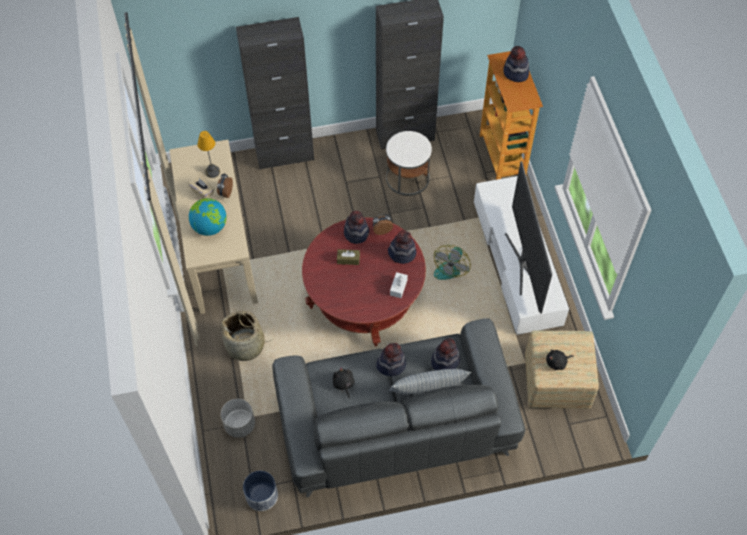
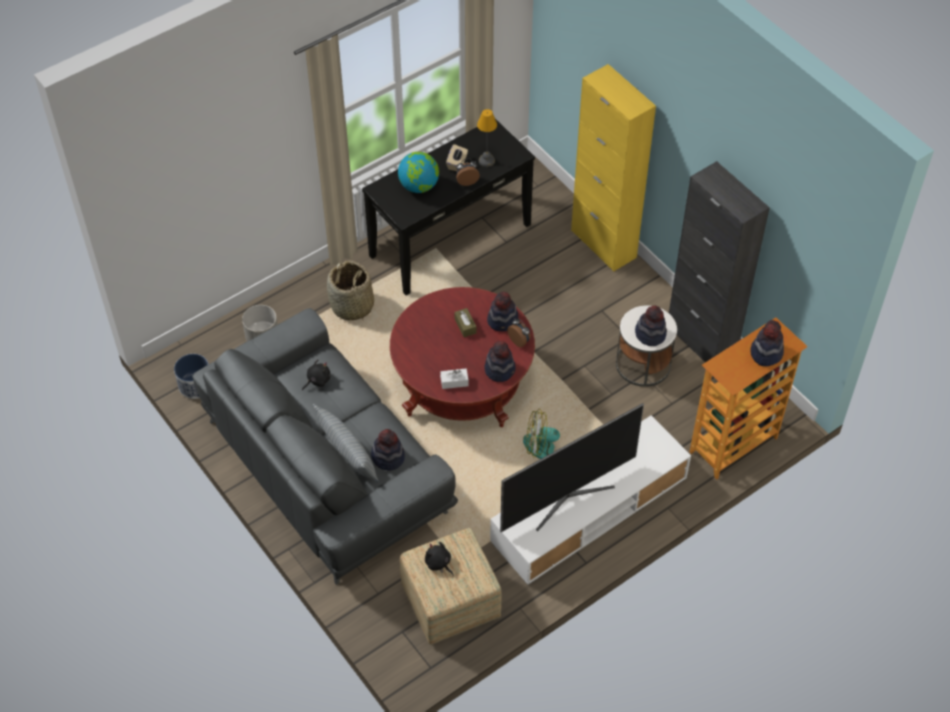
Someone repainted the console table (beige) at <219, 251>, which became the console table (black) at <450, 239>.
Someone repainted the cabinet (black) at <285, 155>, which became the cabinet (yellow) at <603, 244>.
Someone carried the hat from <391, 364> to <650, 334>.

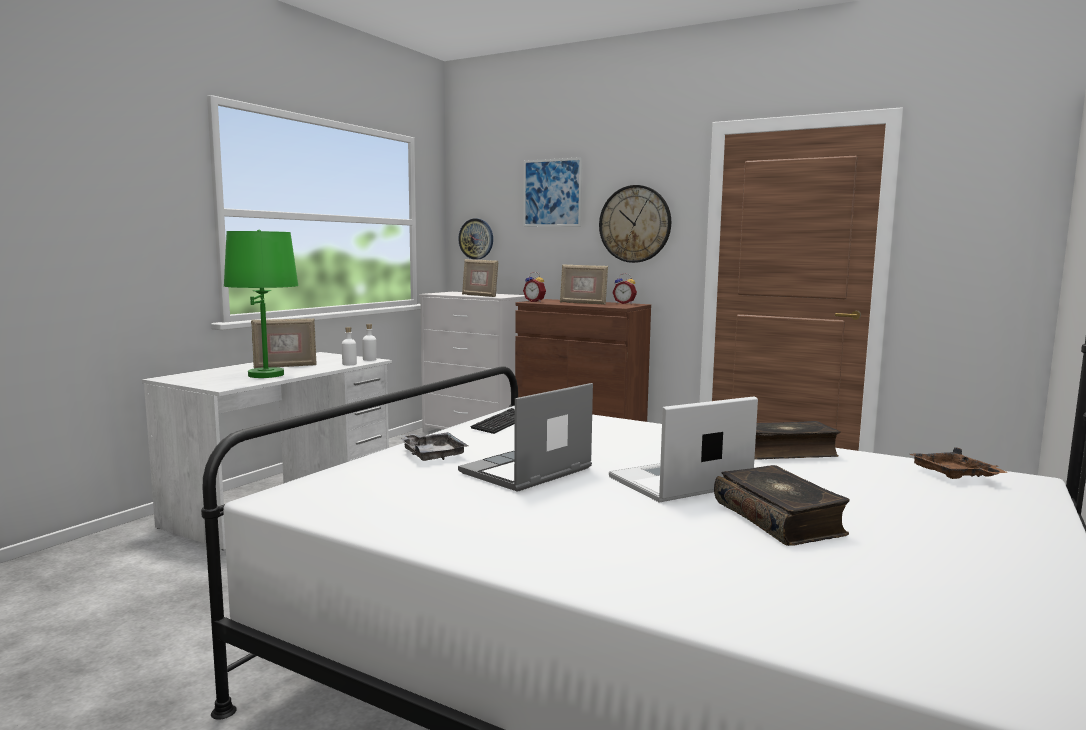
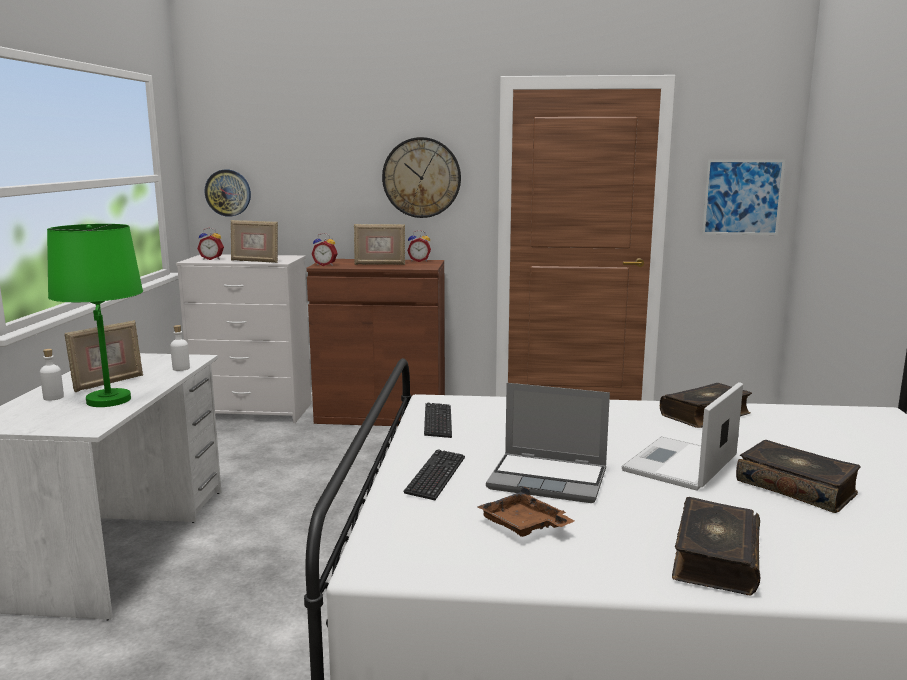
Someone carried the bottle (white) from <369, 359> to <53, 397>.
Someone swapped the tray (grey) at <432, 454> for the keyboard at <435, 476>.
Someone rotated the laptop at <526, 472> by 90 degrees counterclockwise.
Someone carried the picture from <552, 193> to <742, 197>.
Someone carried the tray (brown) from <954, 475> to <524, 525>.
Someone put down the alarm clock at <212, 259>.
Someone put down the book at <714, 559>.

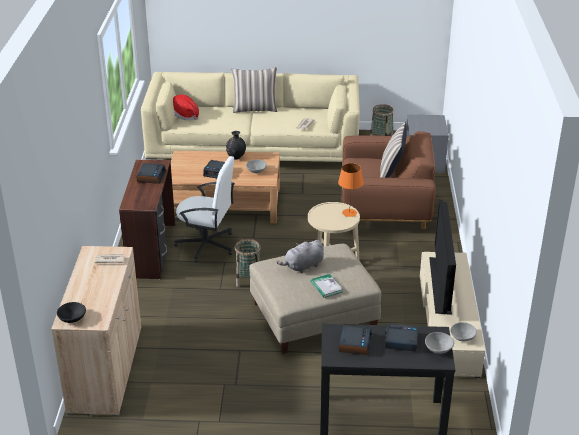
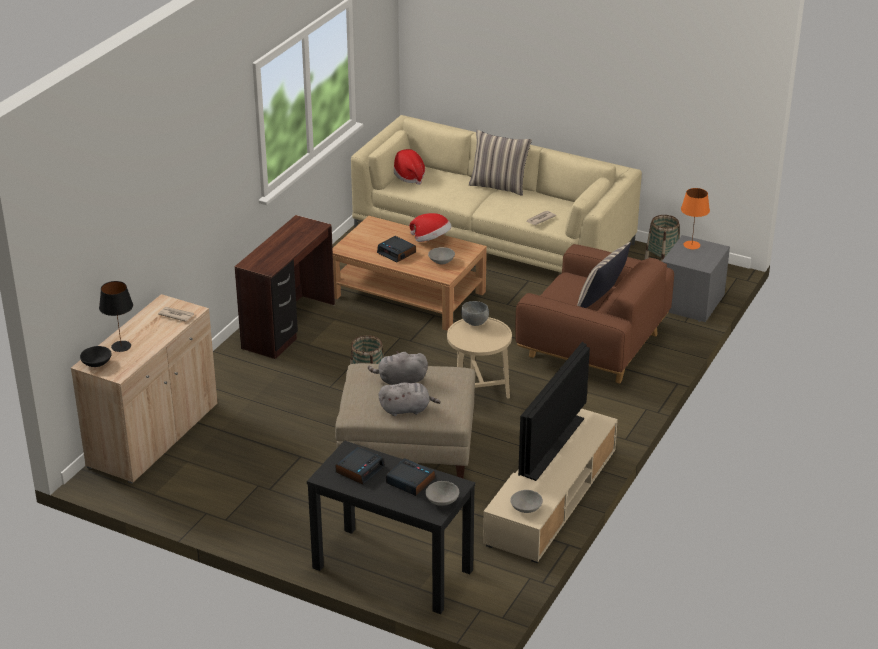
Someone took away the alarm clock at <151, 176>.
Someone took away the office chair (white) at <207, 245>.
Someone swapped the vase (black) at <236, 157> for the hat at <431, 240>.
Someone swapped the book at <326, 287> for the plush toy (grey) at <407, 409>.
Someone carried the table lamp (orange) from <349, 213> to <692, 245>.
Someone put down the table lamp (black) at <121, 346>.
Someone put down the bowl (grey) at <475, 323>.

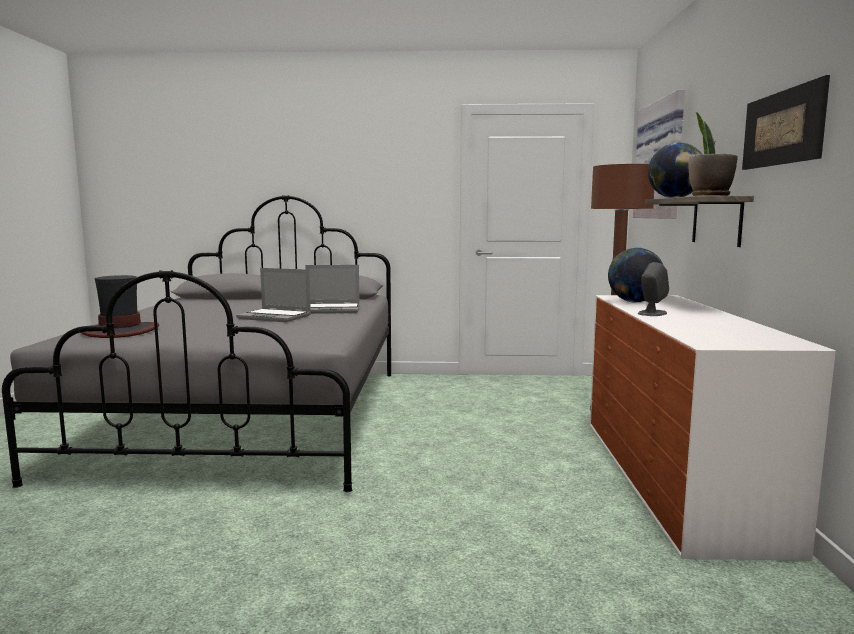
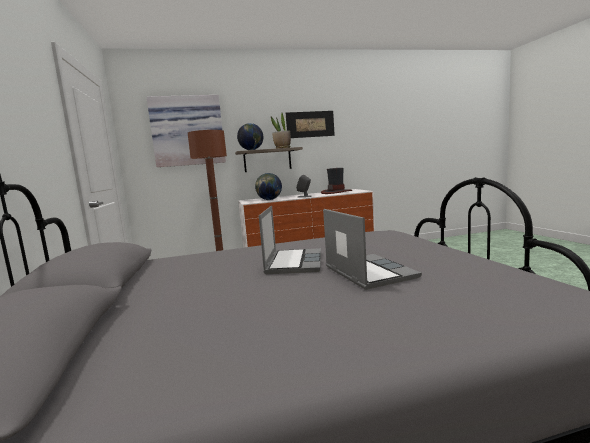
Someone carried the hat from <120, 331> to <336, 192>.
Someone carried the laptop from <332, 310> to <367, 272>.

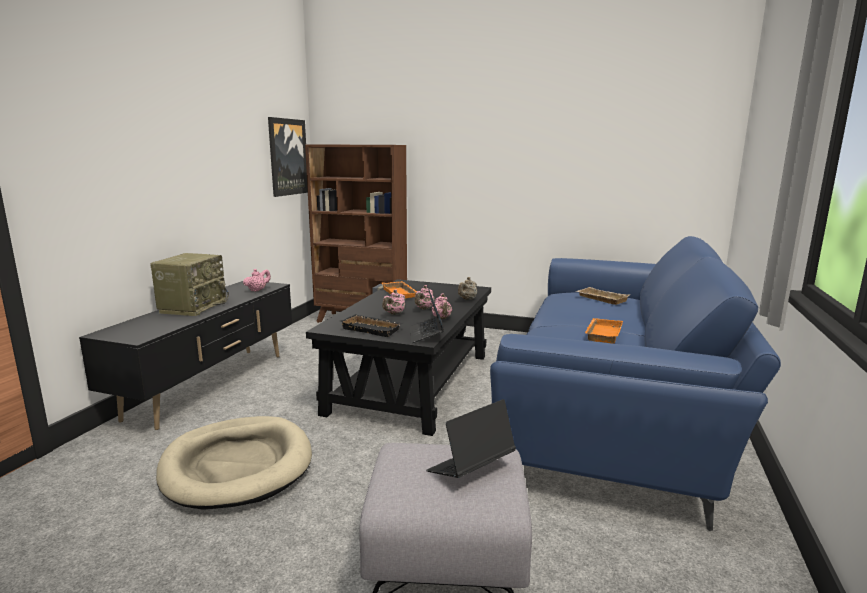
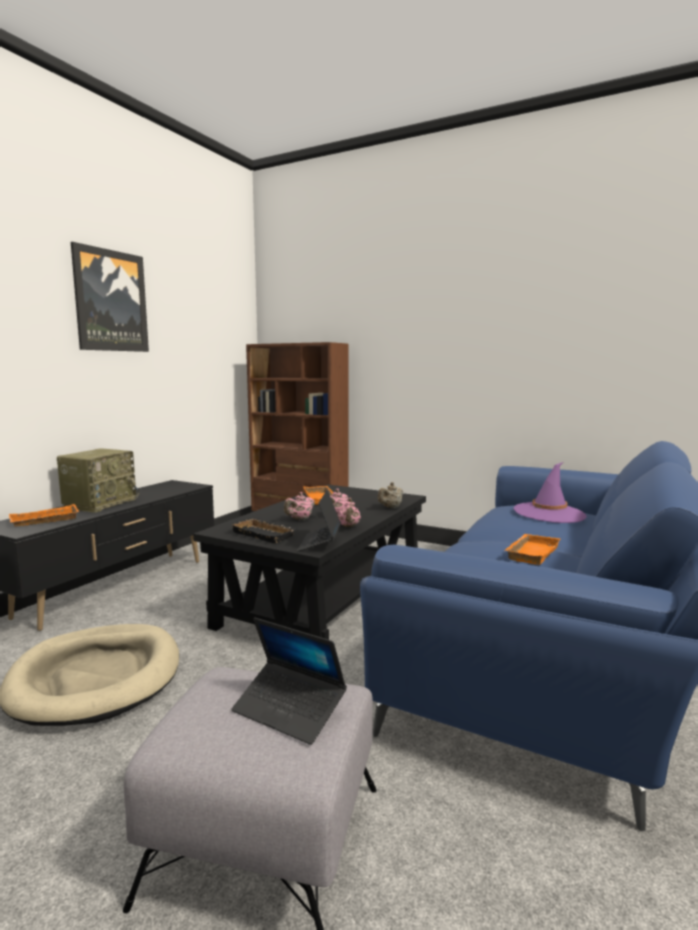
Someone took away the teapot (pink) at <257, 290>.
Someone carried the picture from <287, 157> to <110, 301>.
Someone rotated the laptop at <470, 468> by 120 degrees counterclockwise.
Someone swapped the tray (beige) at <600, 299> for the hat (purple) at <549, 513>.
Someone put down the tray (orange) at <44, 521>.

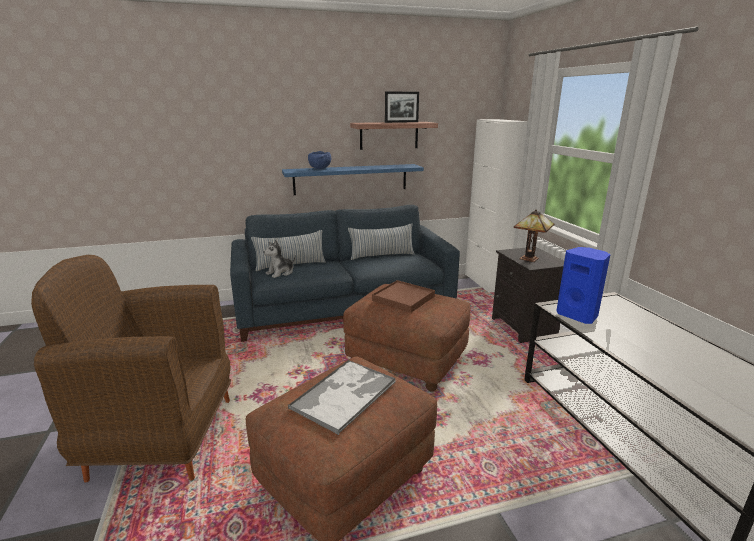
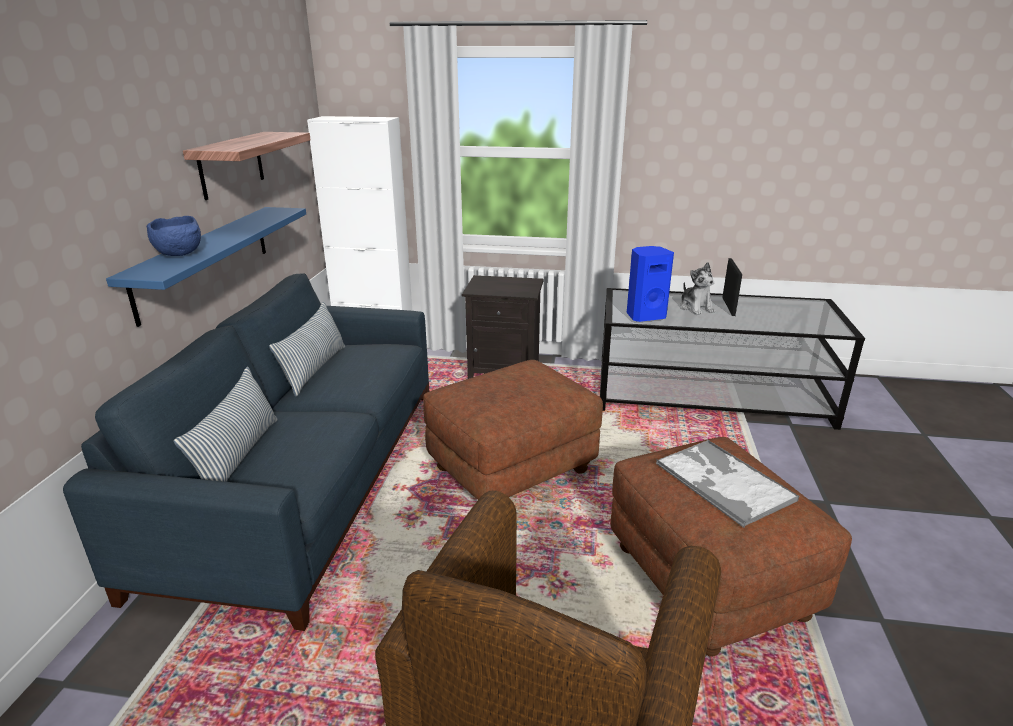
Someone carried the plush toy from <280, 273> to <696, 307>.
Someone took away the tray (brown) at <403, 298>.
Someone carried the picture frame from <401, 122> to <728, 306>.
Someone took away the table lamp at <530, 259>.

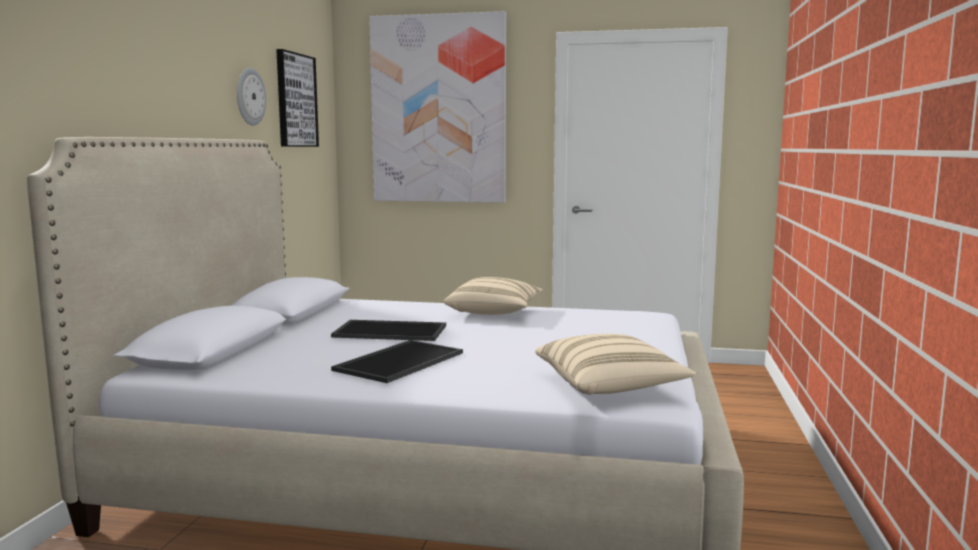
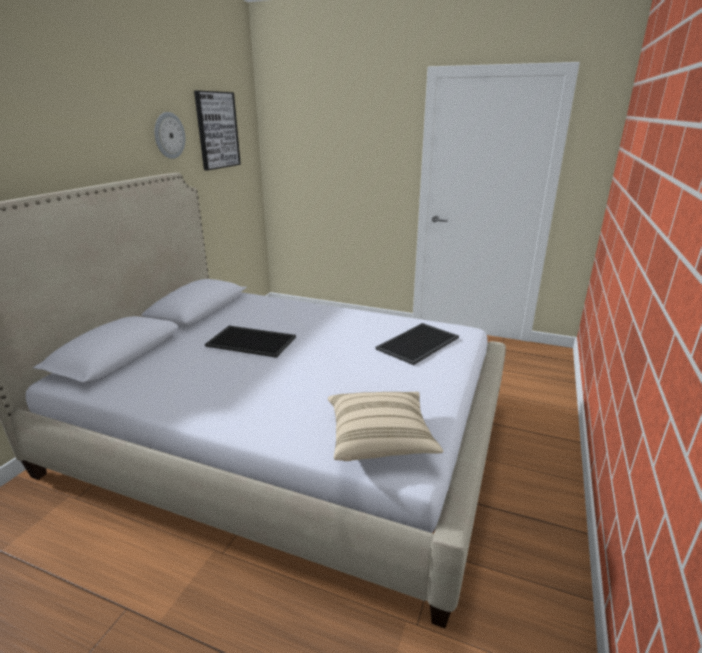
Someone carried the tray from <400, 362> to <418, 344>.
Someone took away the picture at <438, 109>.
Someone took away the pillow (beige) at <494, 313>.

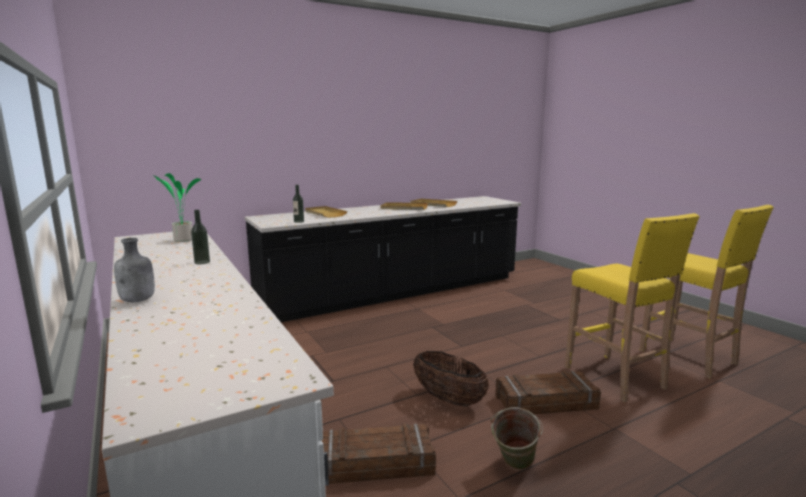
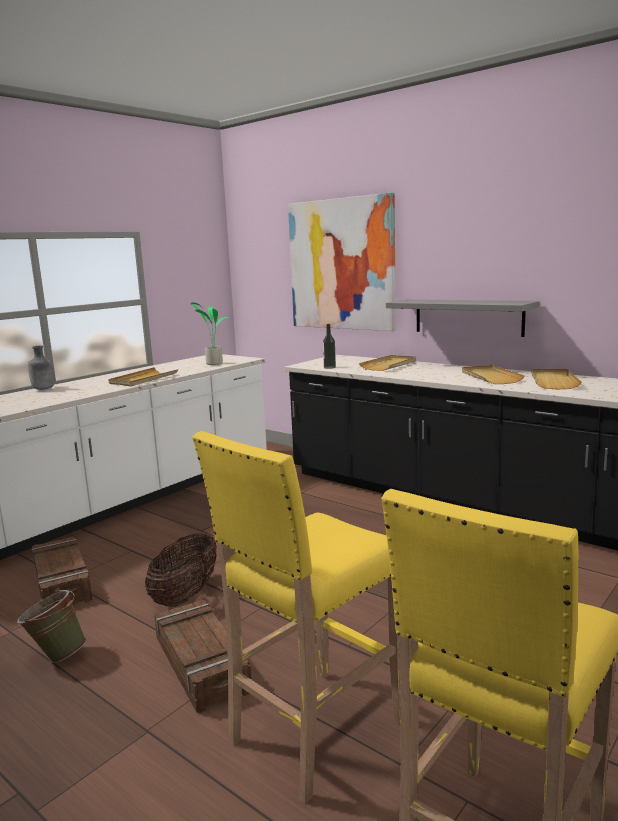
Someone swapped the bottle at <202, 262> for the tray (beige) at <143, 379>.
Someone put up the picture at <341, 264>.
Someone put up the shelf (grey) at <468, 317>.

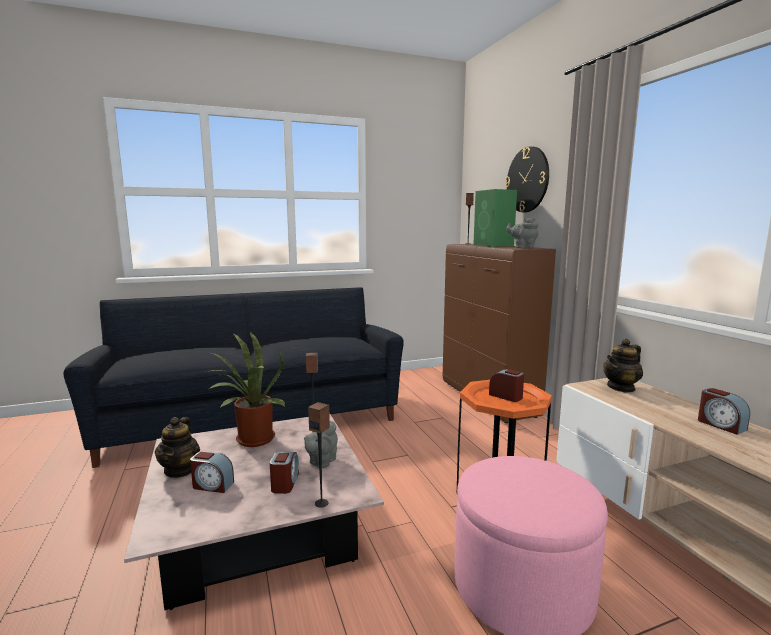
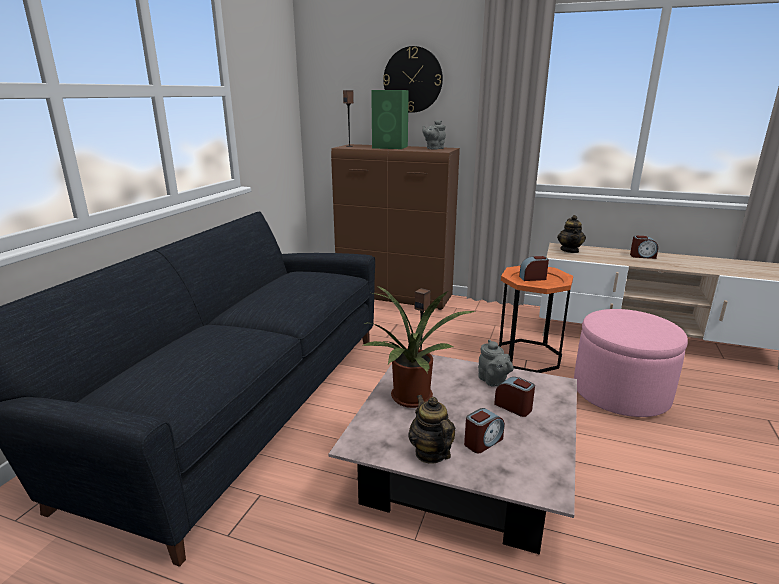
Someone rotated the teapot at <180, 470> by 150 degrees counterclockwise.
Someone took away the speaker at <321, 503>.

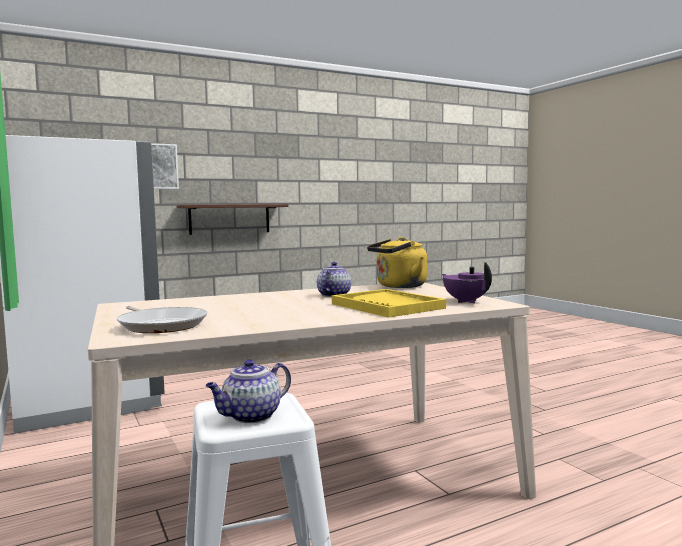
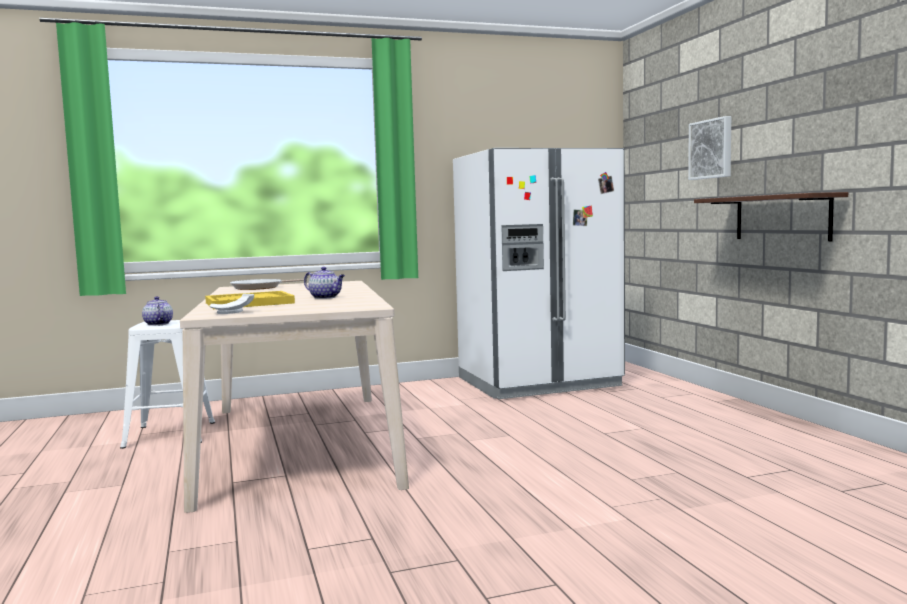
Someone took away the kettle (yellow) at <398, 286>.
Someone swapped the teapot (purple) at <466, 301> for the plate (white) at <233, 312>.

